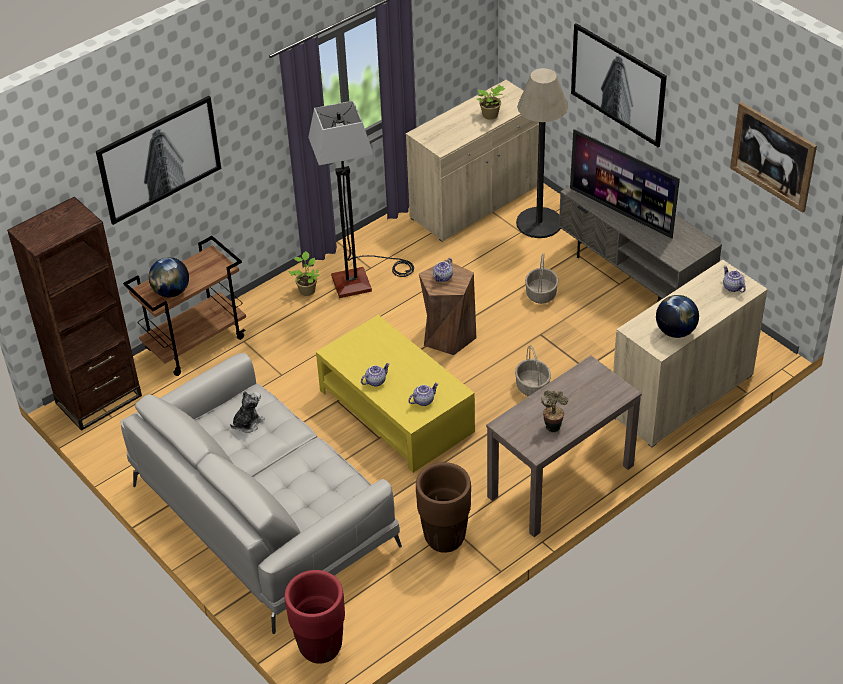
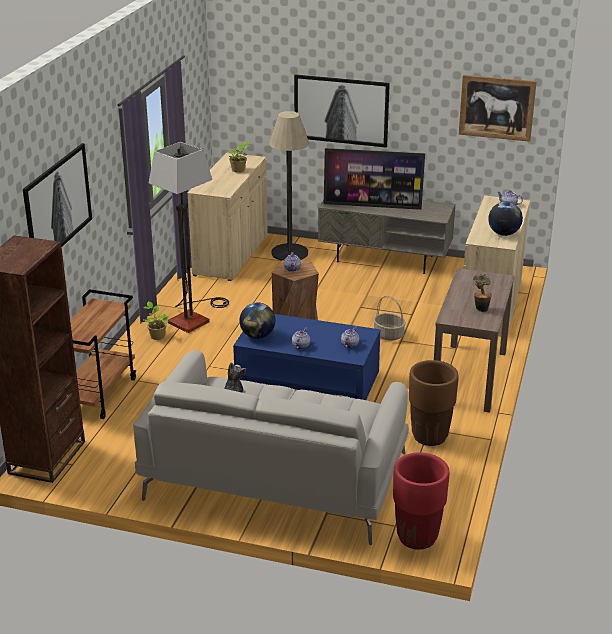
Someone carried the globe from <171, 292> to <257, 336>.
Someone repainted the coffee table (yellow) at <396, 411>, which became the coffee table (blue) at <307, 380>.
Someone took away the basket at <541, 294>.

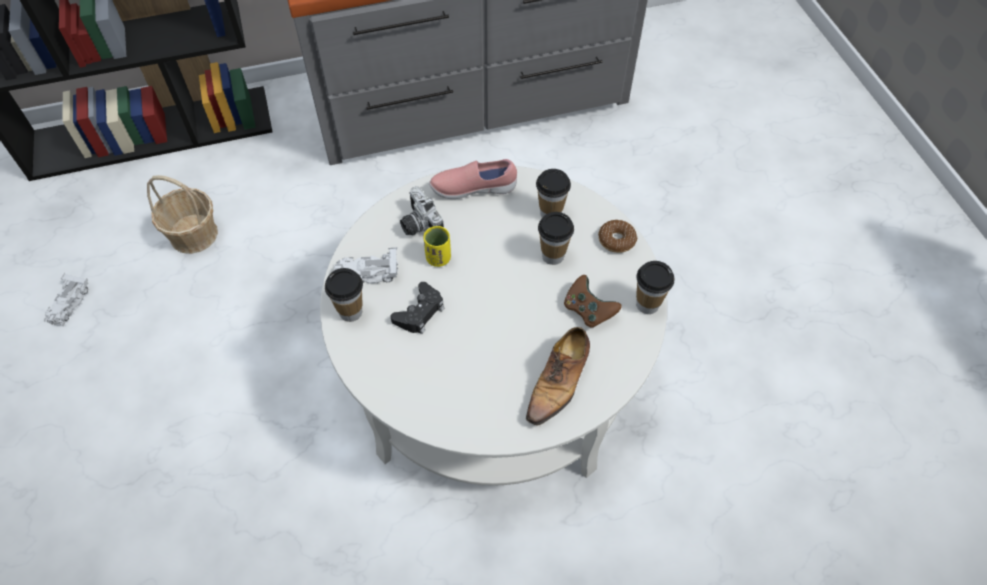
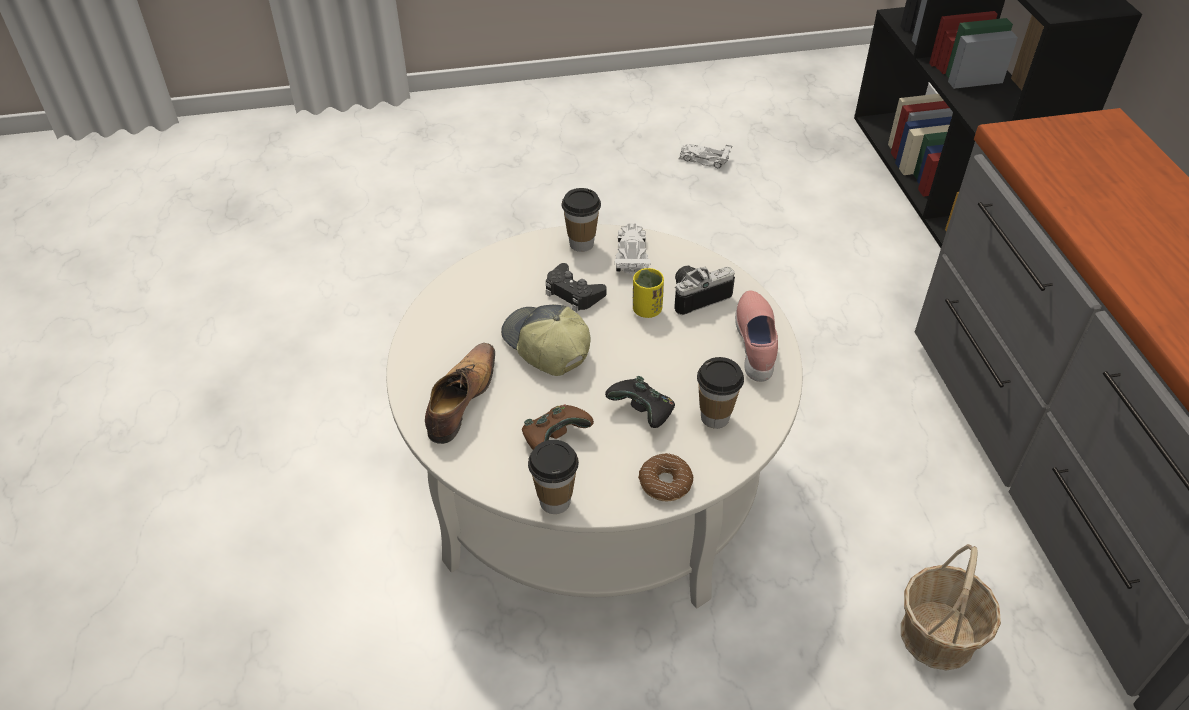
Someone carried the basket from <193, 234> to <938, 635>.
Someone rotated the shoe at <559, 382> by 75 degrees clockwise.
Someone swapped the cup at <553, 256> for the game controller (black) at <643, 413>.
Someone put down the cap at <545, 347>.

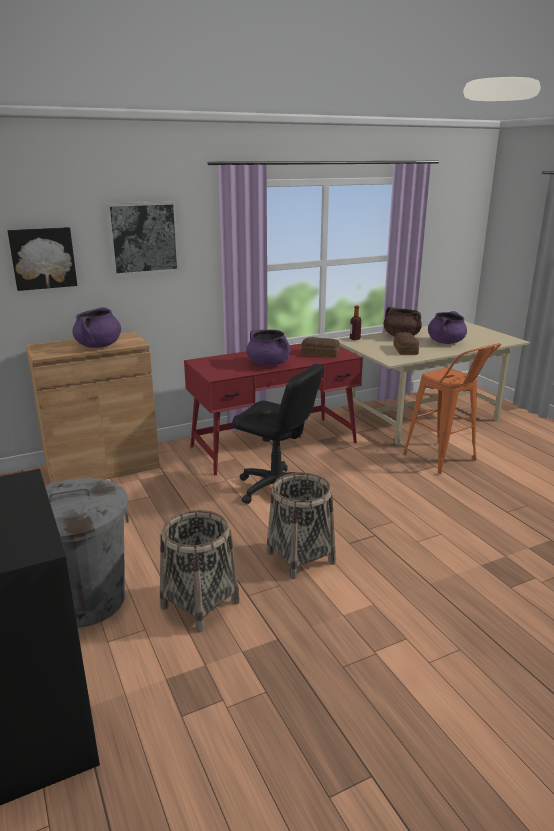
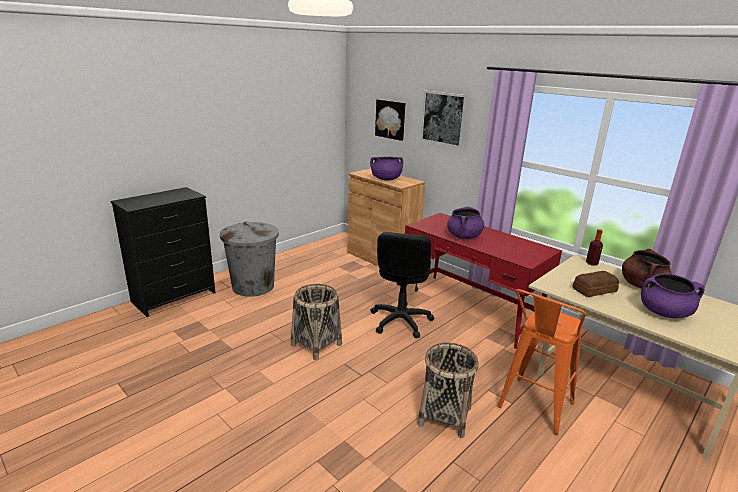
Someone carried the basket from <200, 604> to <444, 416>.
Someone took away the bread at <320, 354>.

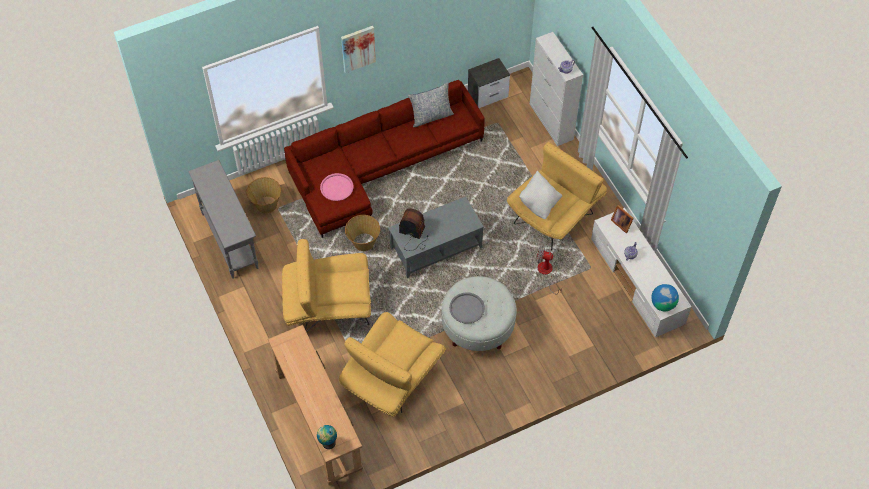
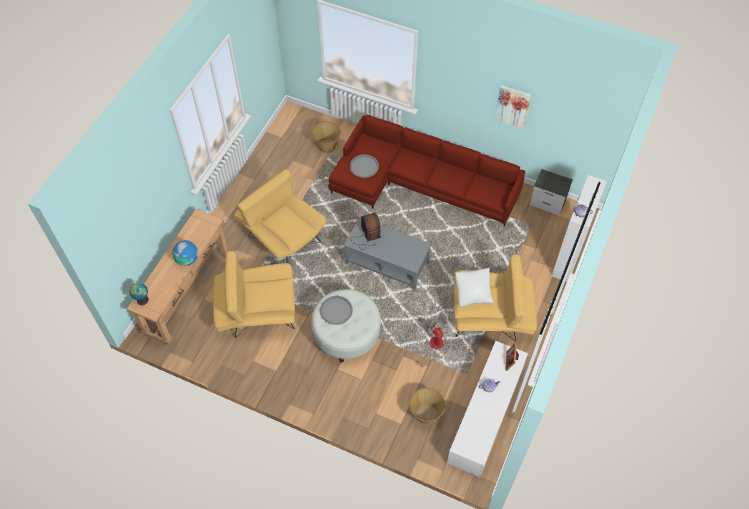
Someone took away the console table (grey) at <230, 240>.
Someone repainted the tray (pink) at <336, 187>, which became the tray (grey) at <364, 166>.
Someone carried the picture from <358, 48> to <512, 106>.
Someone carried the basket from <363, 242> to <426, 414>.
Someone took away the pillow at <431, 116>.
Someone carried the globe from <663, 304> to <187, 259>.

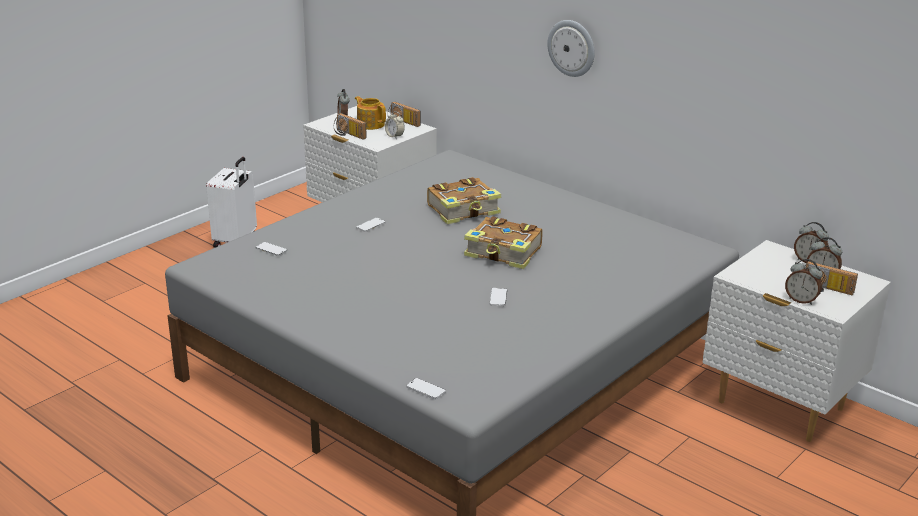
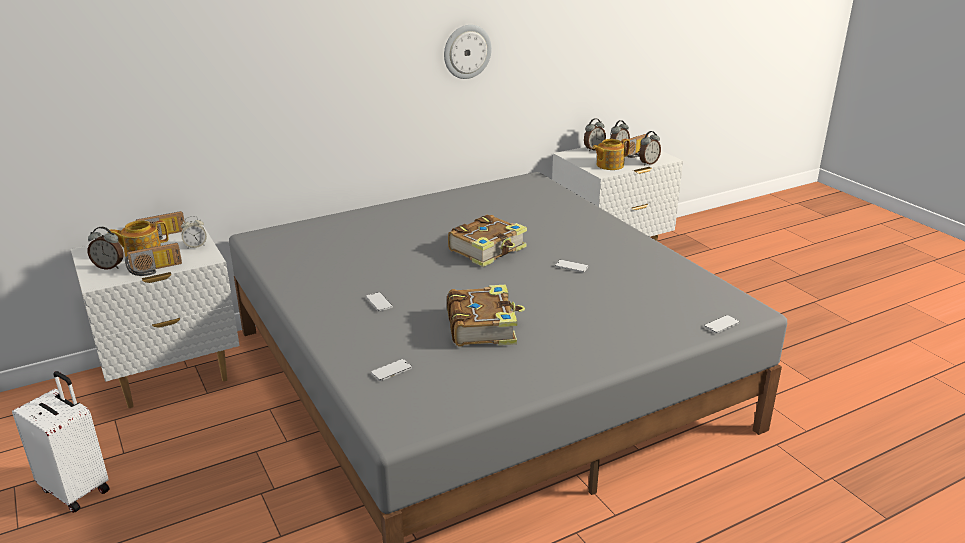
Someone carried the book from <464, 210> to <483, 326>.
Someone carried the wall clock from <572, 48> to <467, 51>.
Someone put down the teapot at <609, 165>.

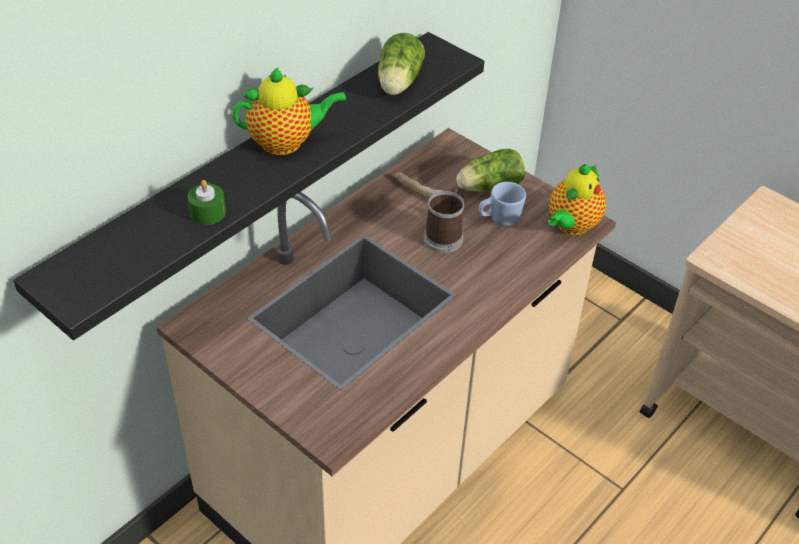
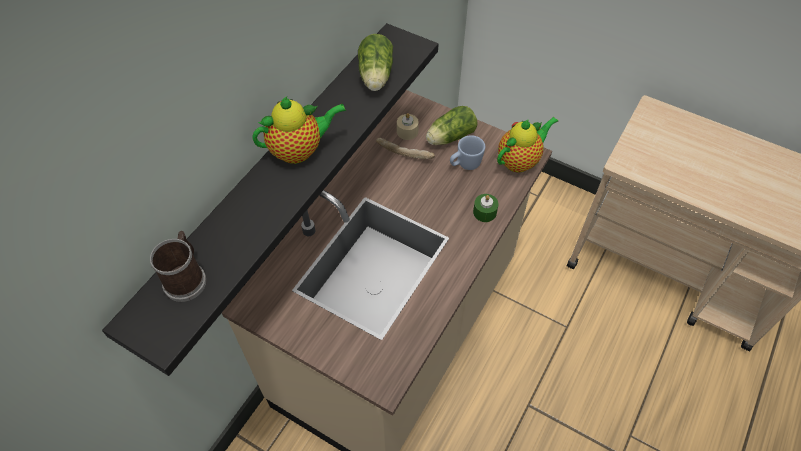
Someone carried the candle (green) from <208, 212> to <484, 212>.
Someone carried the mug from <445, 236> to <186, 278>.
Someone rotated the teapot at <571, 226> by 150 degrees counterclockwise.
Someone put down the candle (beige) at <407, 131>.

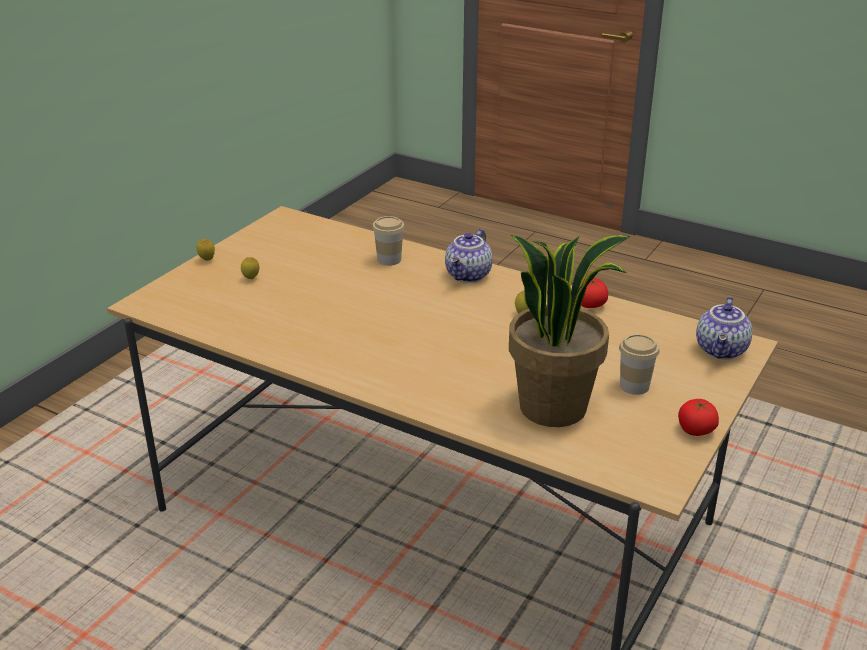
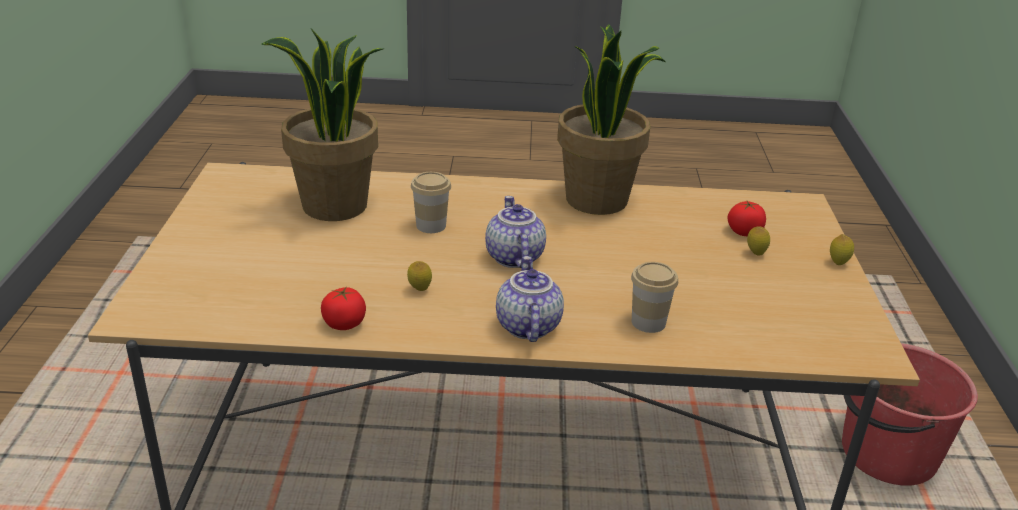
Someone carried the cup from <634, 386> to <431, 225>.
Someone carried the tomato from <695, 430> to <744, 232>.
Someone carried the teapot from <722, 350> to <513, 257>.
Someone put down the potted plant at <598, 200>.
Someone put down the bucket (red) at <886, 454>.

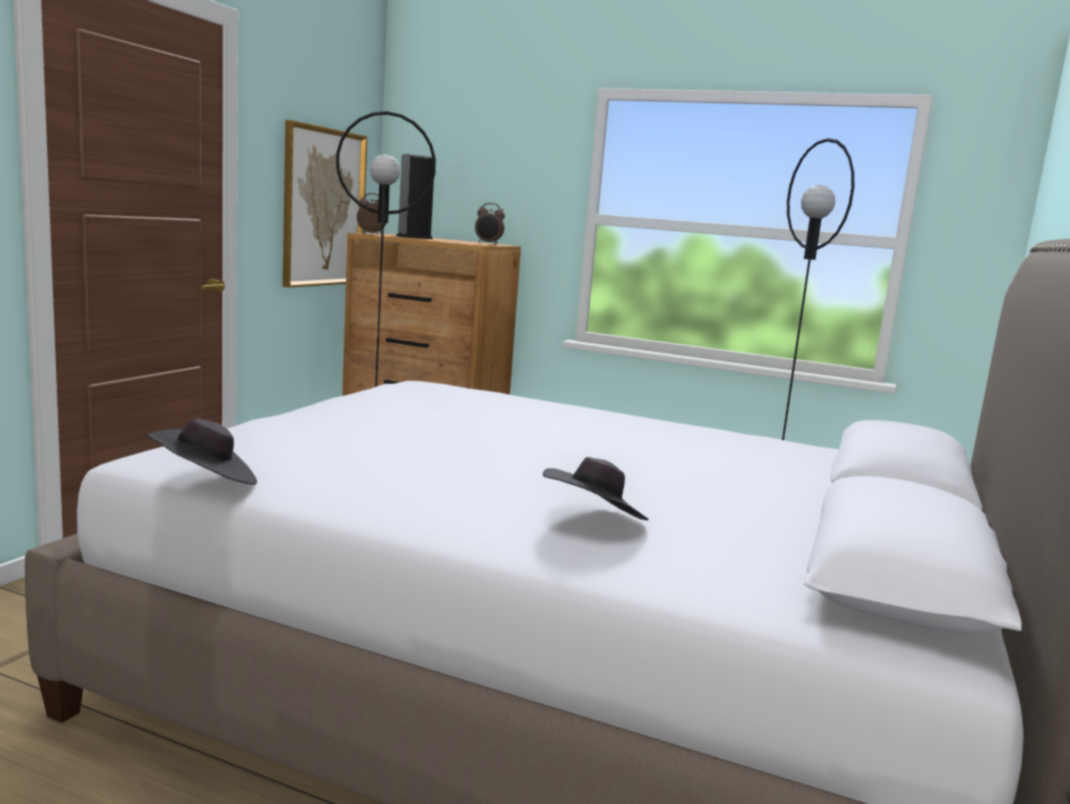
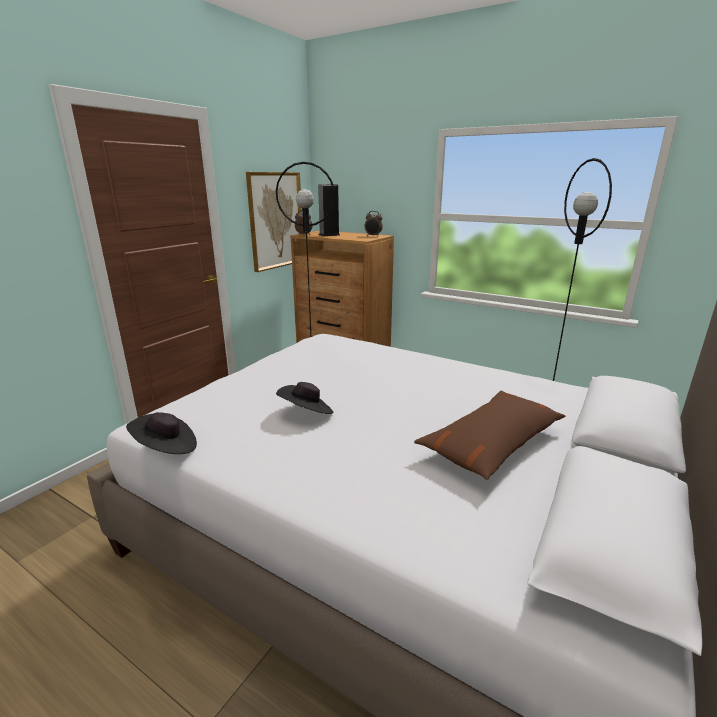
Someone carried the hat (black) from <593, 521> to <306, 413>.
Someone put down the pillow (brown) at <492, 444>.

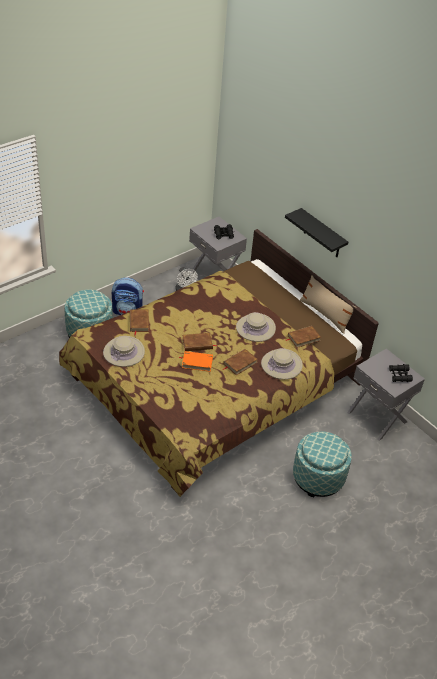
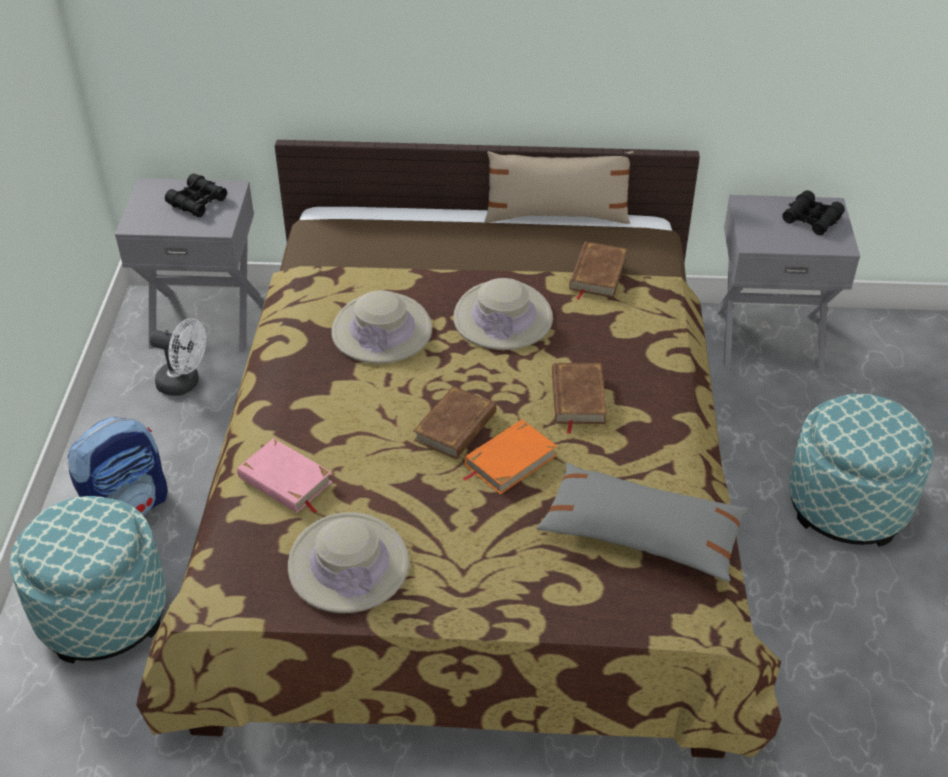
Someone repainted the book (brown) at <139, 322>, which became the book (pink) at <285, 481>.
Someone carried the hat (beige) from <281, 365> to <382, 331>.
Someone took away the shelf (black) at <322, 234>.
Someone put down the pillow (grey) at <641, 533>.

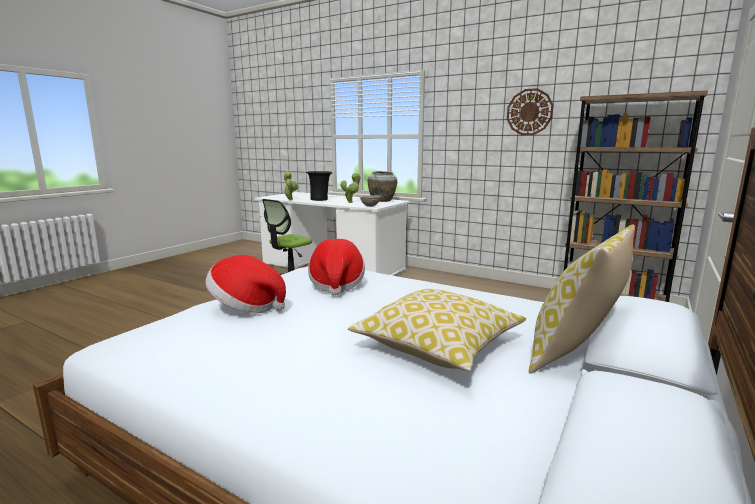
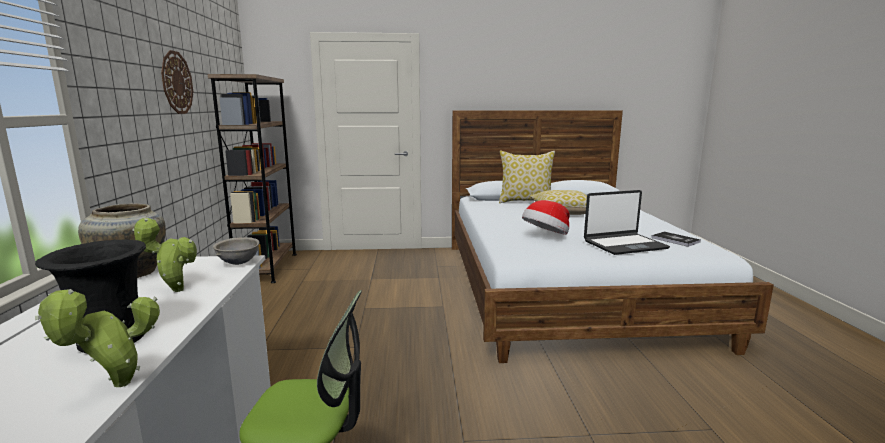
Someone swapped the hat at <246, 307> for the laptop at <624, 245>.
Someone put down the book at <675, 240>.

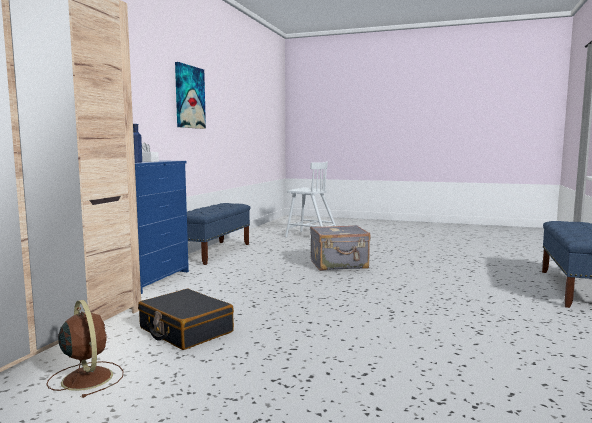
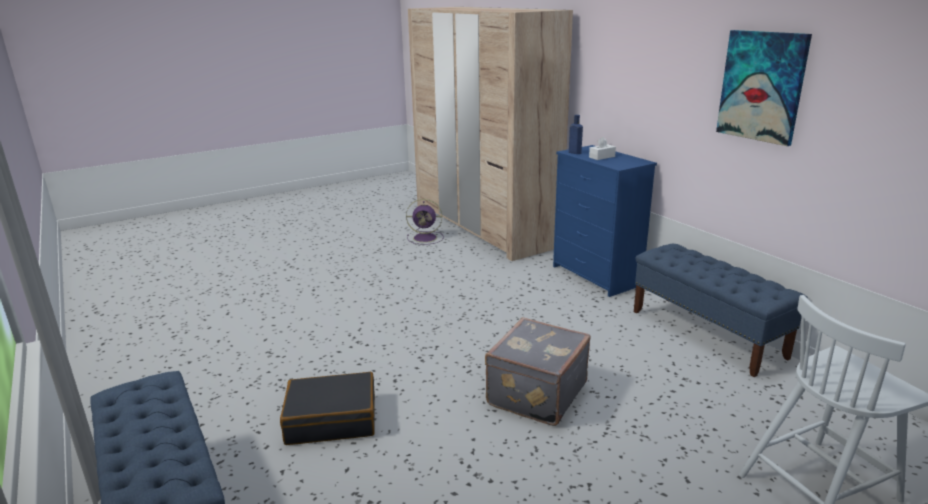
Someone repainted the fan (brown) at <86, 377>, which became the fan (purple) at <426, 238>.
Someone carried the suitcase (black) from <185, 330> to <332, 419>.

